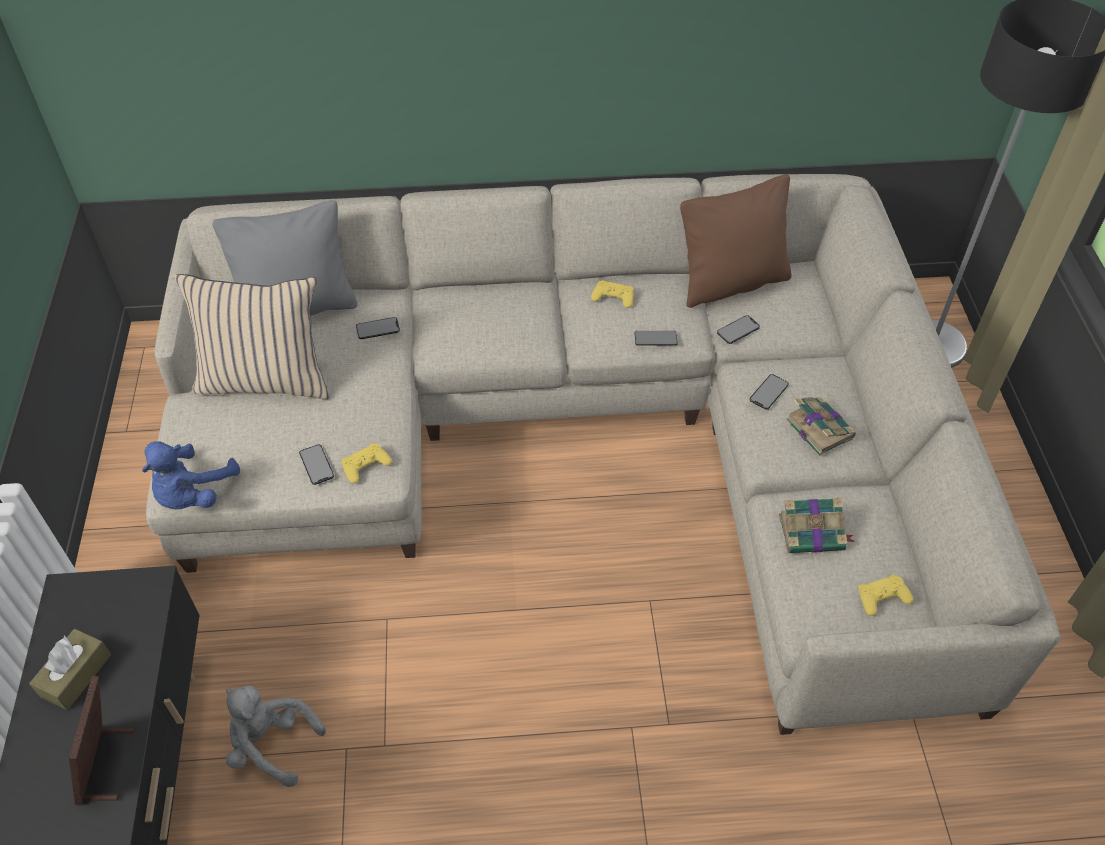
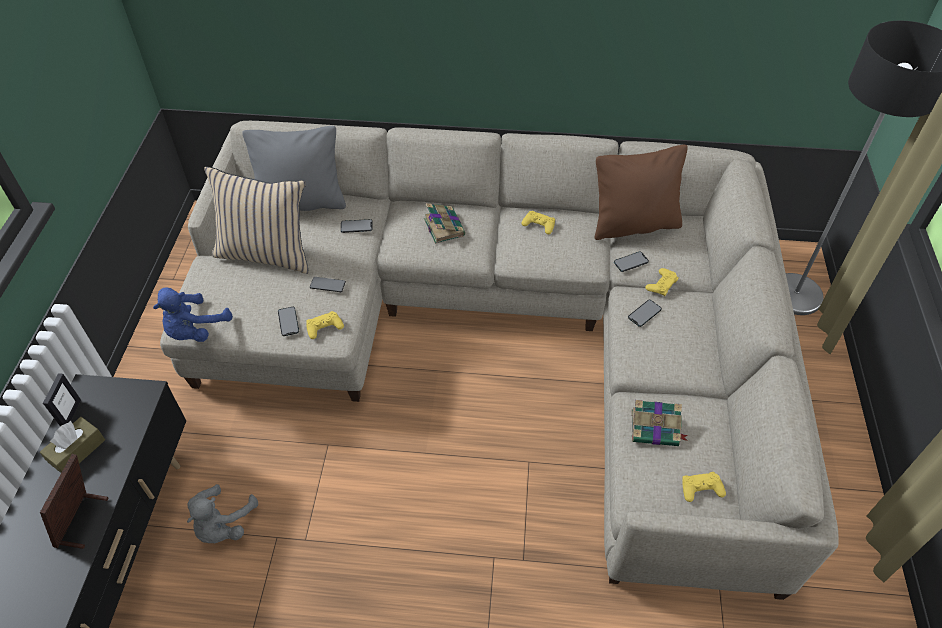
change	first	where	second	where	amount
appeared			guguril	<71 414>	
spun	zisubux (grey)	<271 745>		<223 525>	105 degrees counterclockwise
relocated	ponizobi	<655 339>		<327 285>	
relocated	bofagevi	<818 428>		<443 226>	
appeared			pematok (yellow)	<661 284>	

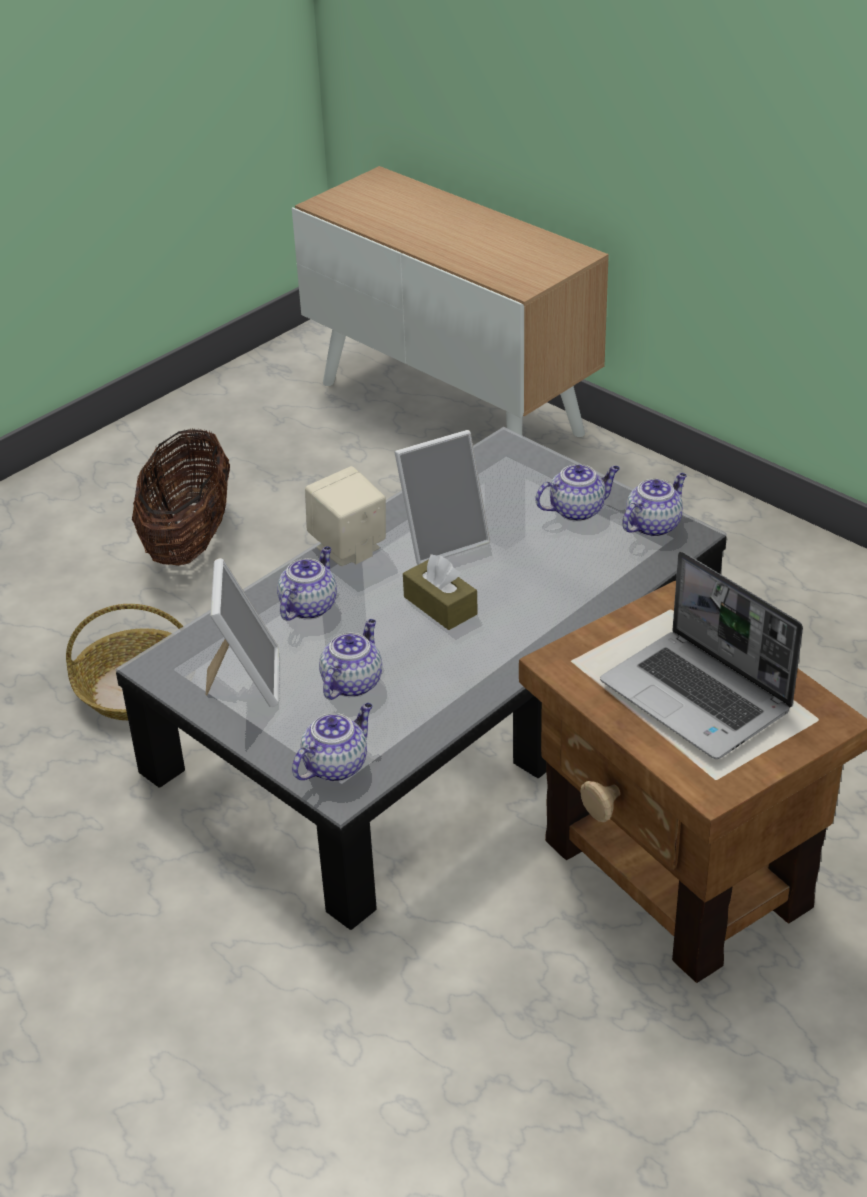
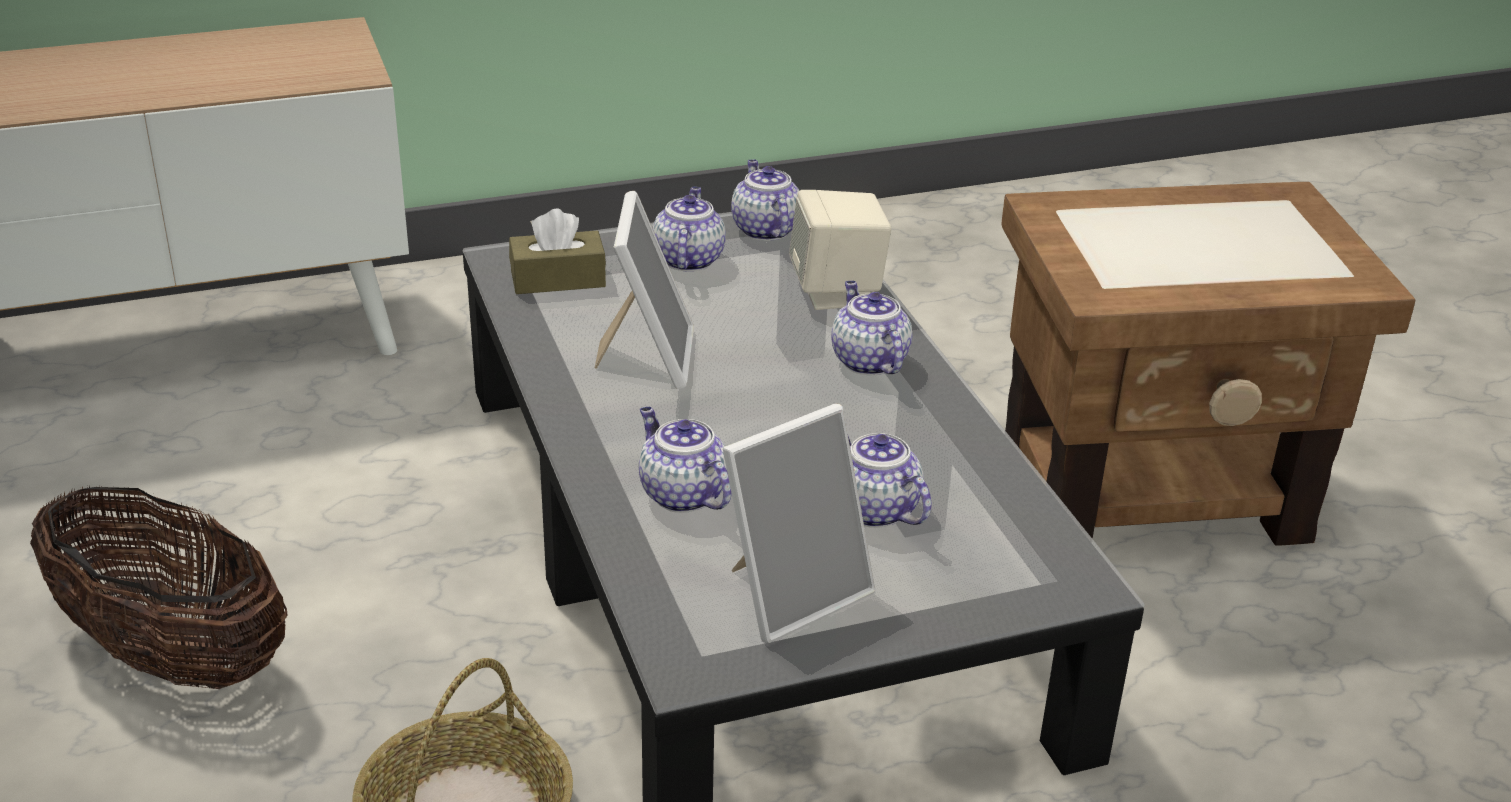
change	first	where	second	where	amount
relocated	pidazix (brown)	<440 605>		<558 279>	
spun	guguril	<245 679>		<792 592>	120 degrees clockwise
relocated	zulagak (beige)	<348 548>		<837 292>	
relocated	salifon	<336 765>		<867 361>	
missing	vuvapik	<698 697>			

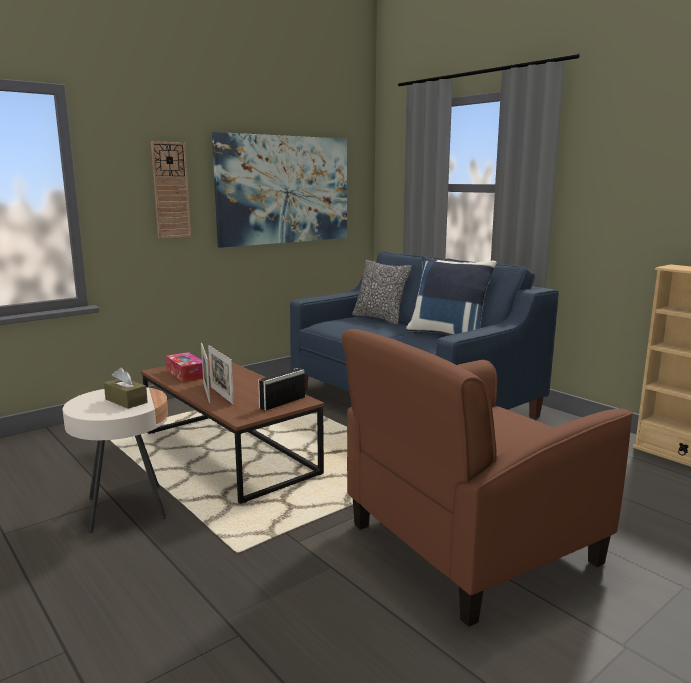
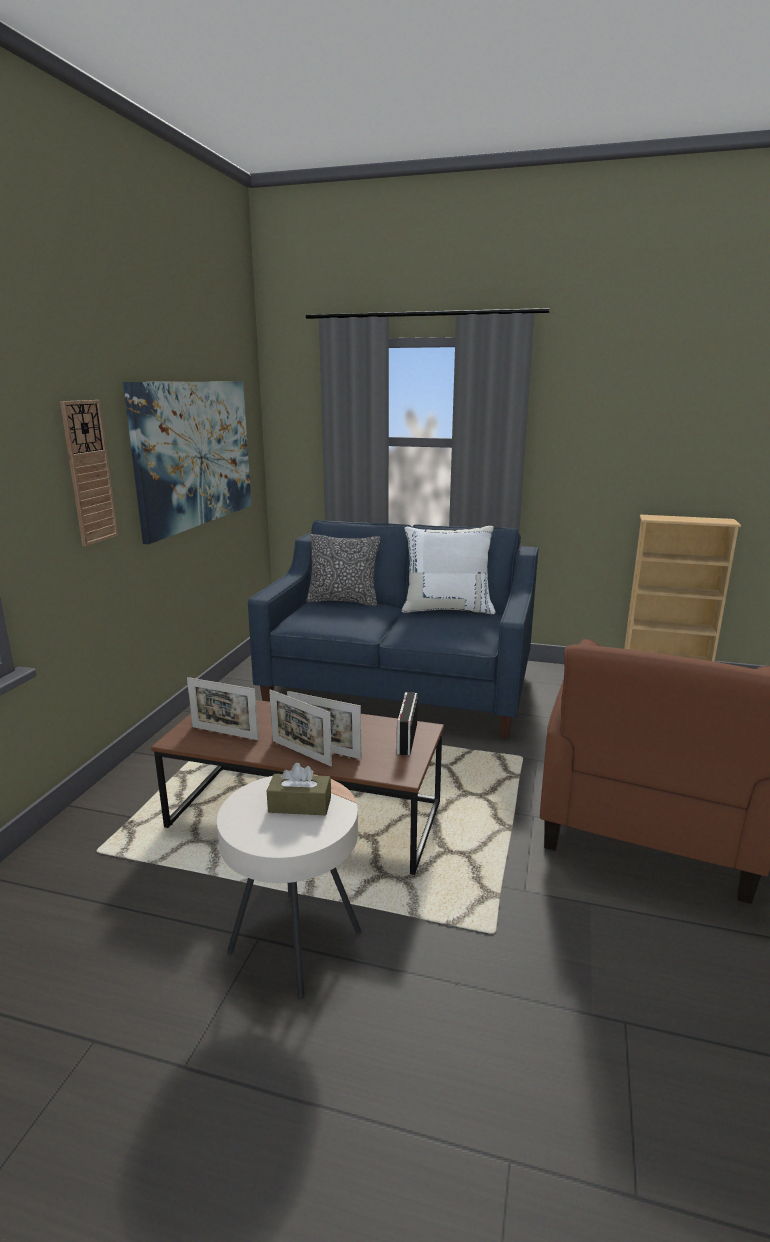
change	first	where	second	where	amount
exchanged	pidazix	<186 374>	guguril	<224 733>	
colour	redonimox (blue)	<449 334>	redonimox (white)	<447 609>	

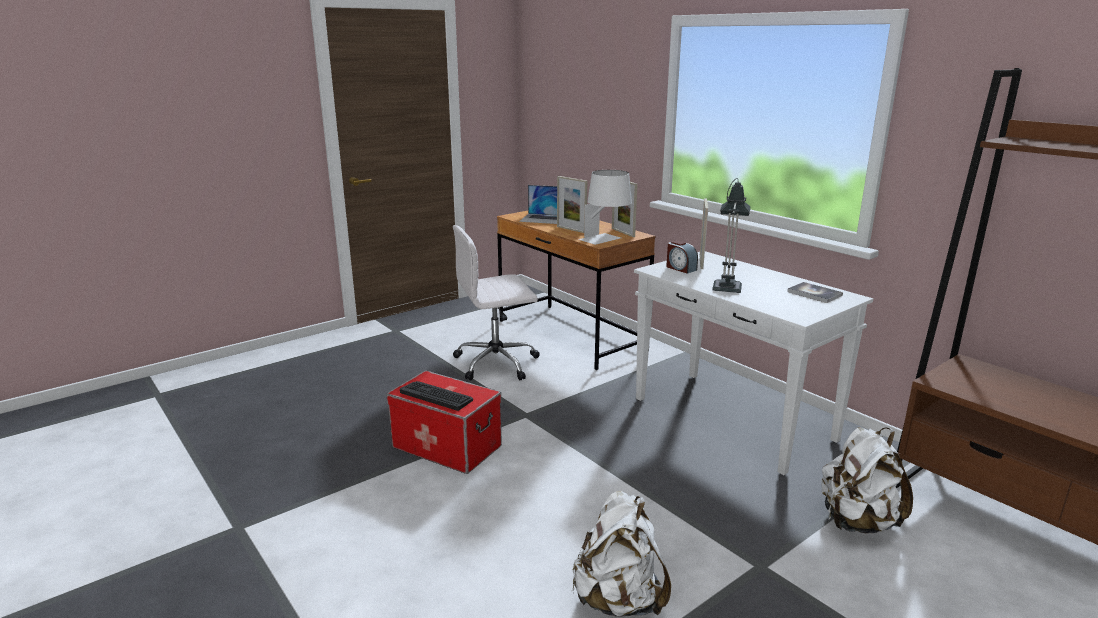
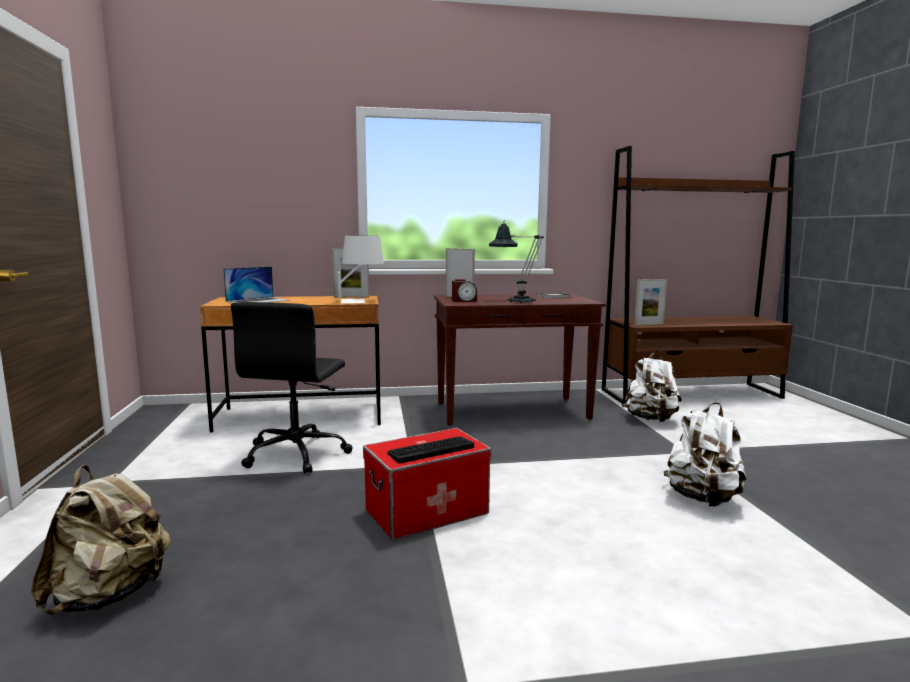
change	first	where	second	where	amount
appeared			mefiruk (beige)	<110 595>	
colour	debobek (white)	<497 363>	debobek (black)	<297 453>	
colour	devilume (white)	<734 420>	devilume (brown)	<513 411>	
relocated	guguril	<571 229>		<649 325>	

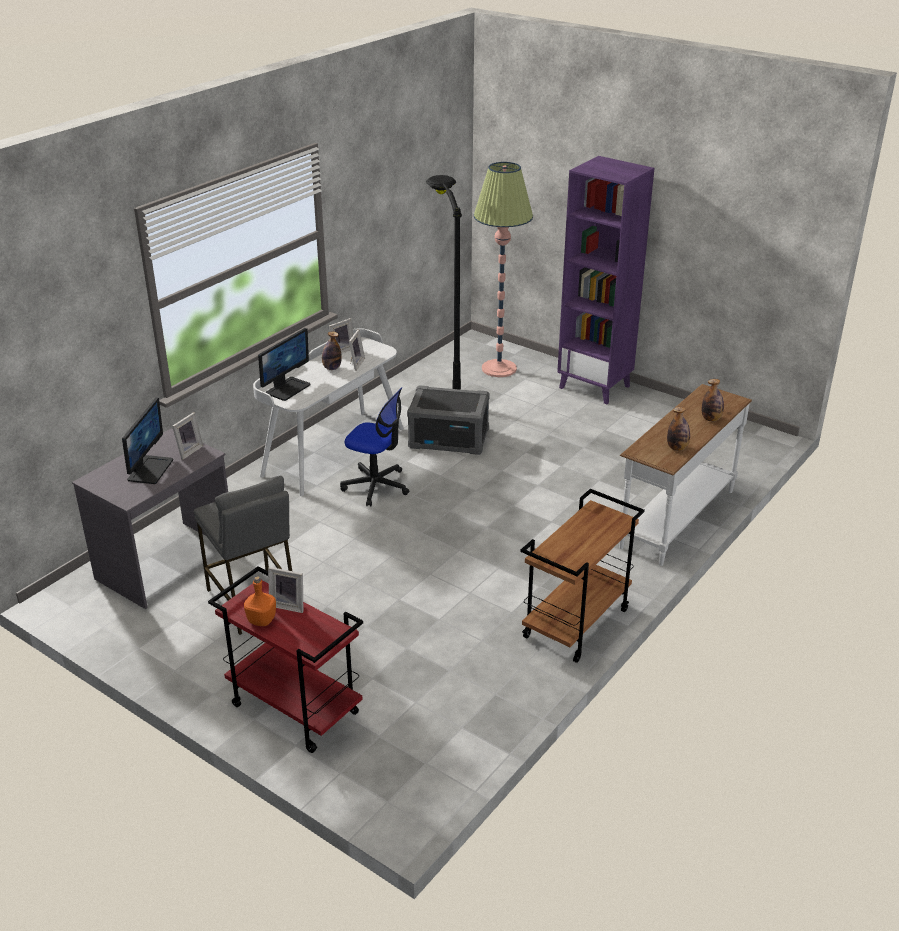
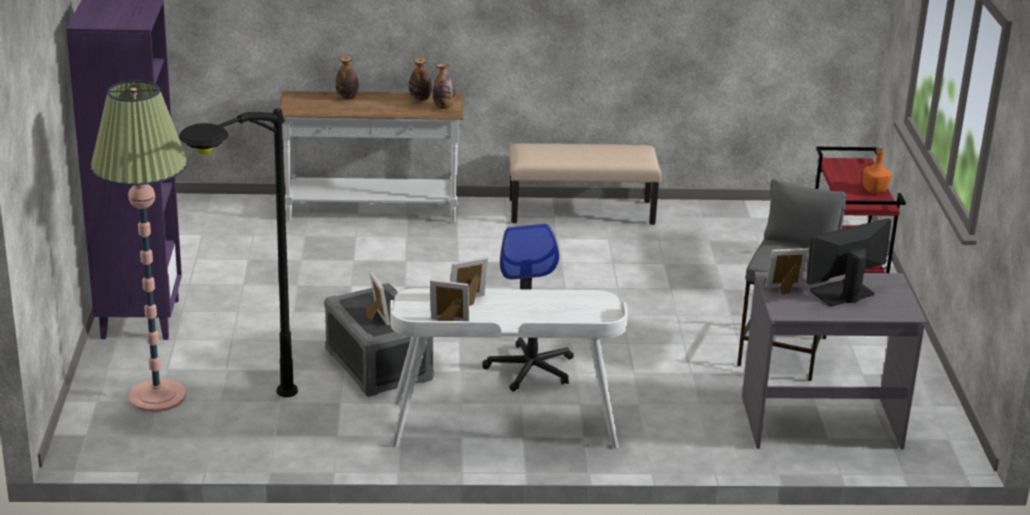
change	first	where	second	where	amount
relocated	guguril	<289 605>		<376 318>	
relocated	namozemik	<332 368>		<444 107>	
exchanged	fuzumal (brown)	<576 624>	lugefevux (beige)	<582 211>	
missing	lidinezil	<287 388>			

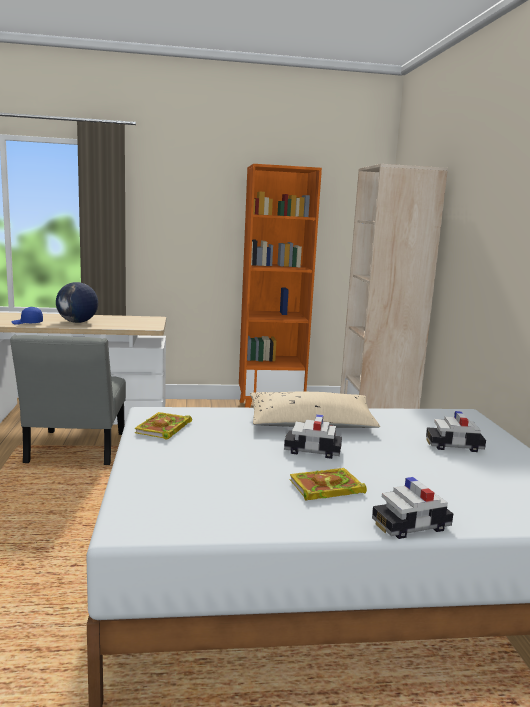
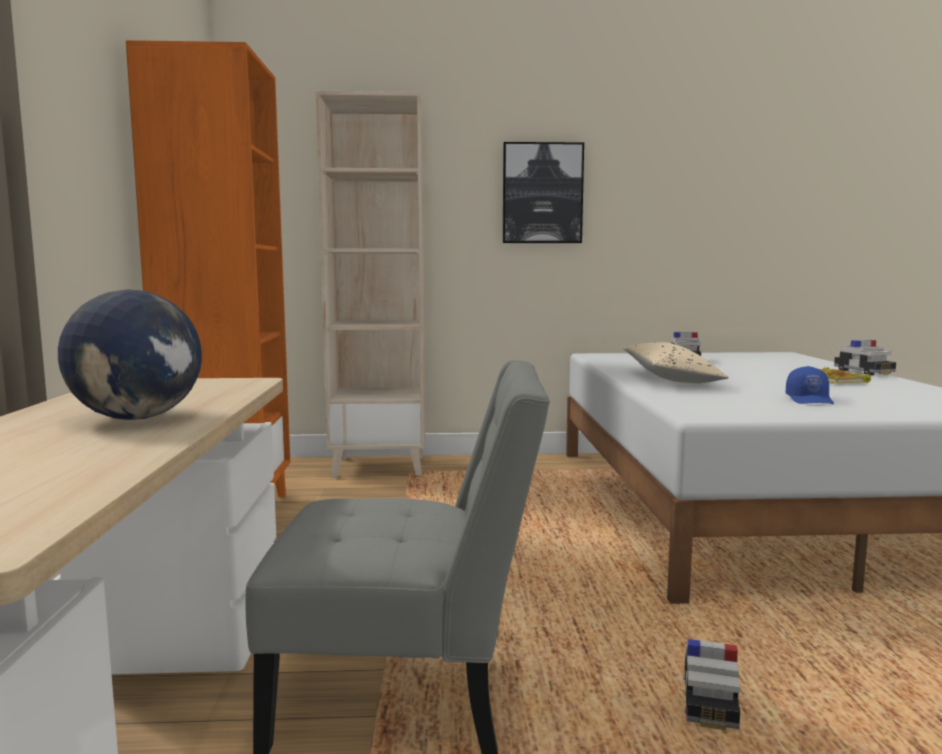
change	first	where	second	where	amount
appeared			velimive	<542 193>	
relocated	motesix	<312 450>		<709 702>	
relocated	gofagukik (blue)	<27 323>		<810 400>	
missing	bofagevi	<163 429>			

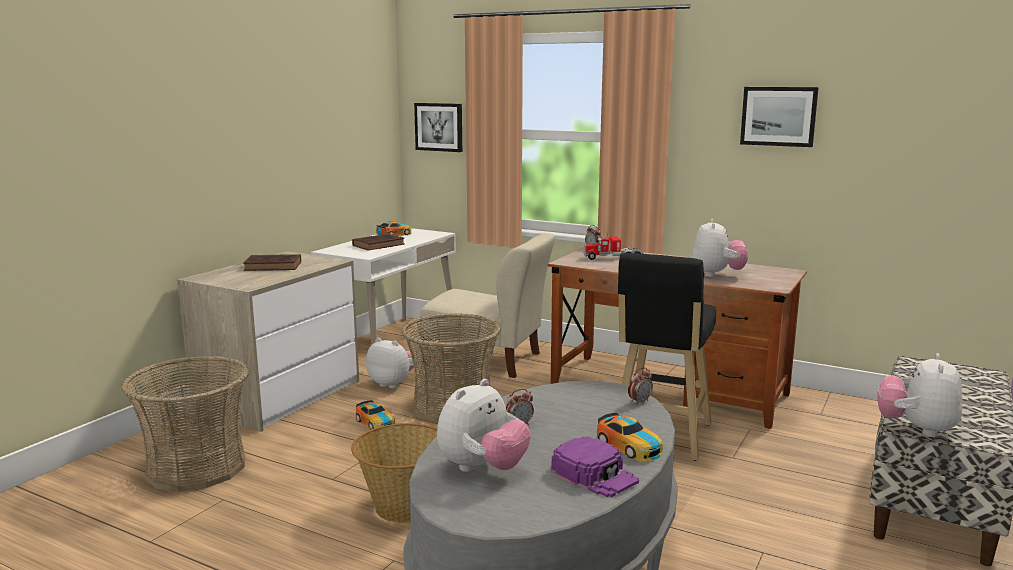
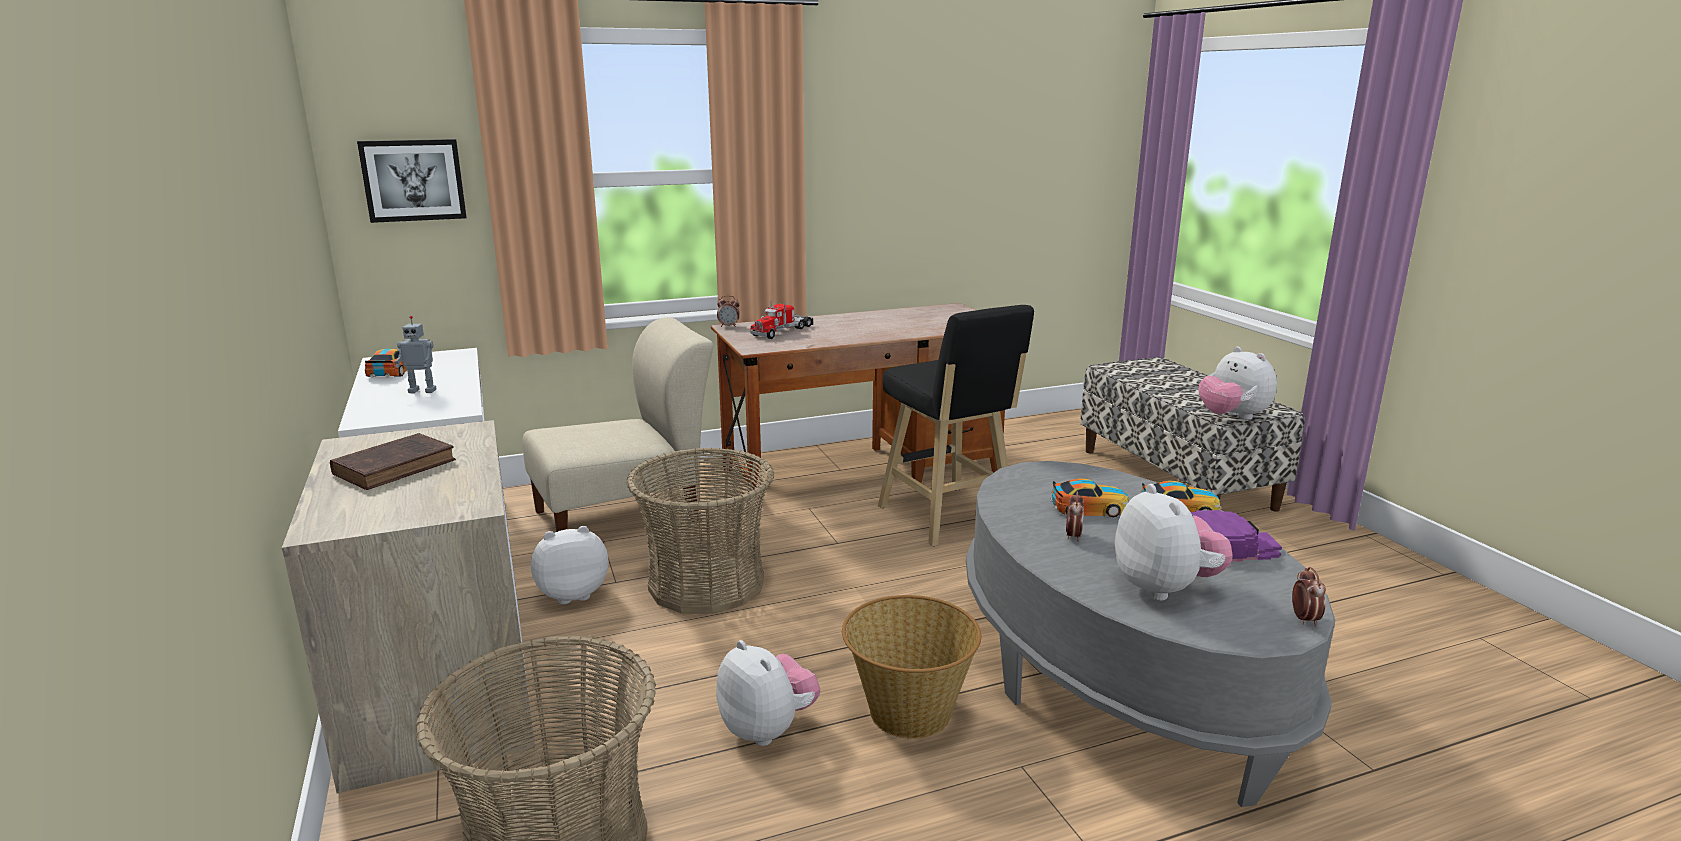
change	first	where	second	where	amount
exchanged	bofagevi (brown)	<379 245>	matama	<423 390>	
relocated	zisubux	<717 275>		<768 729>	
relocated	motesix	<376 423>		<1089 508>	
relocated	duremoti	<639 401>		<1304 619>	
missing	velimive	<778 116>			

